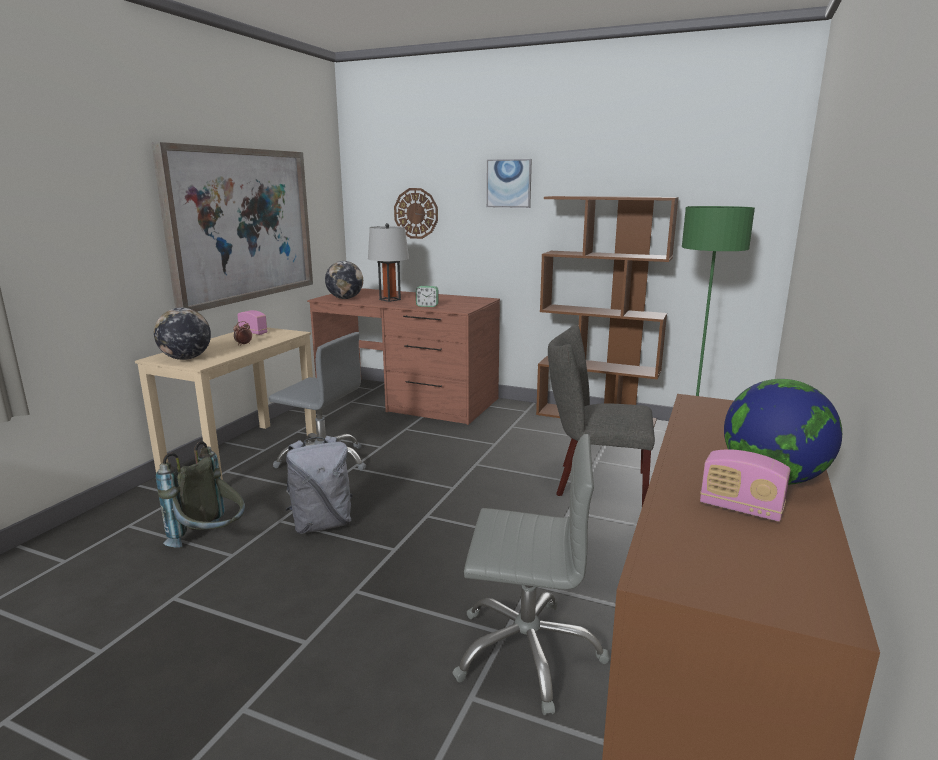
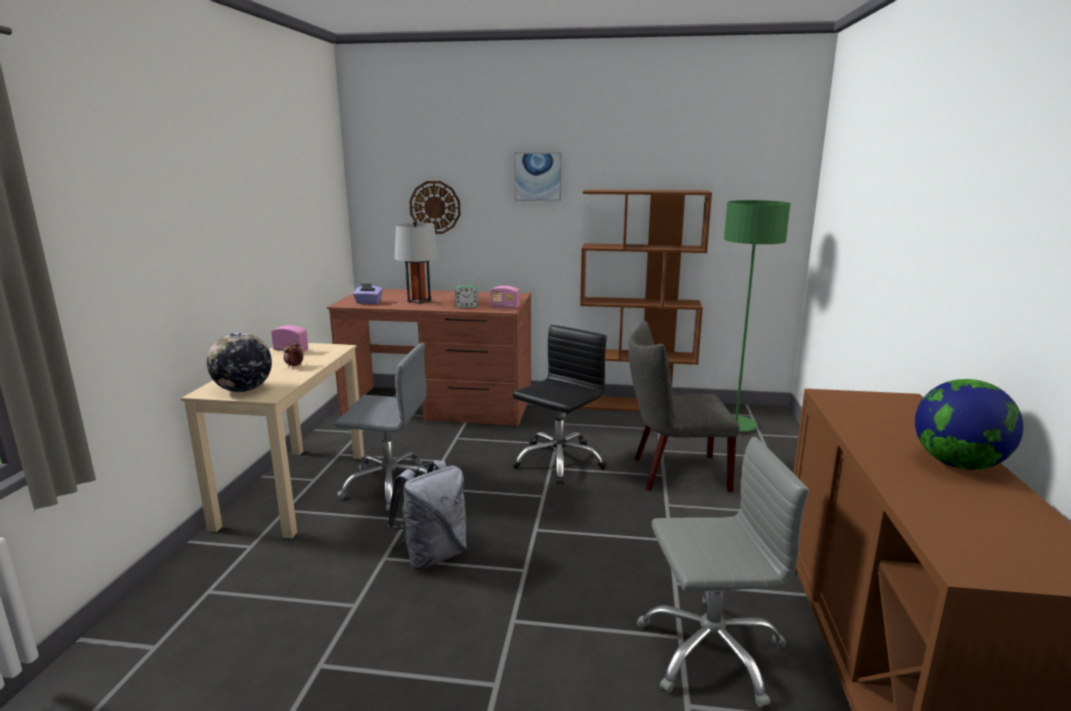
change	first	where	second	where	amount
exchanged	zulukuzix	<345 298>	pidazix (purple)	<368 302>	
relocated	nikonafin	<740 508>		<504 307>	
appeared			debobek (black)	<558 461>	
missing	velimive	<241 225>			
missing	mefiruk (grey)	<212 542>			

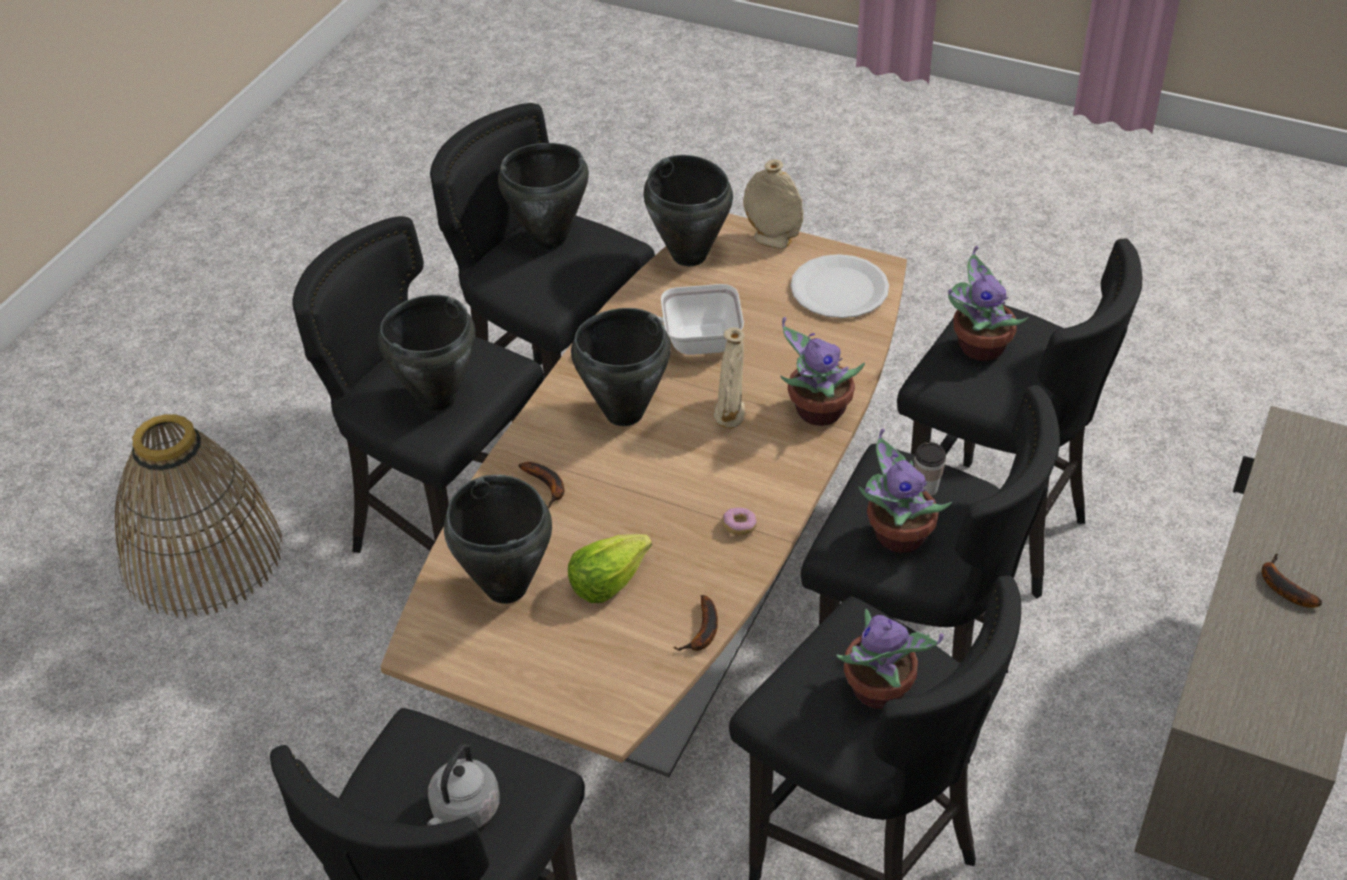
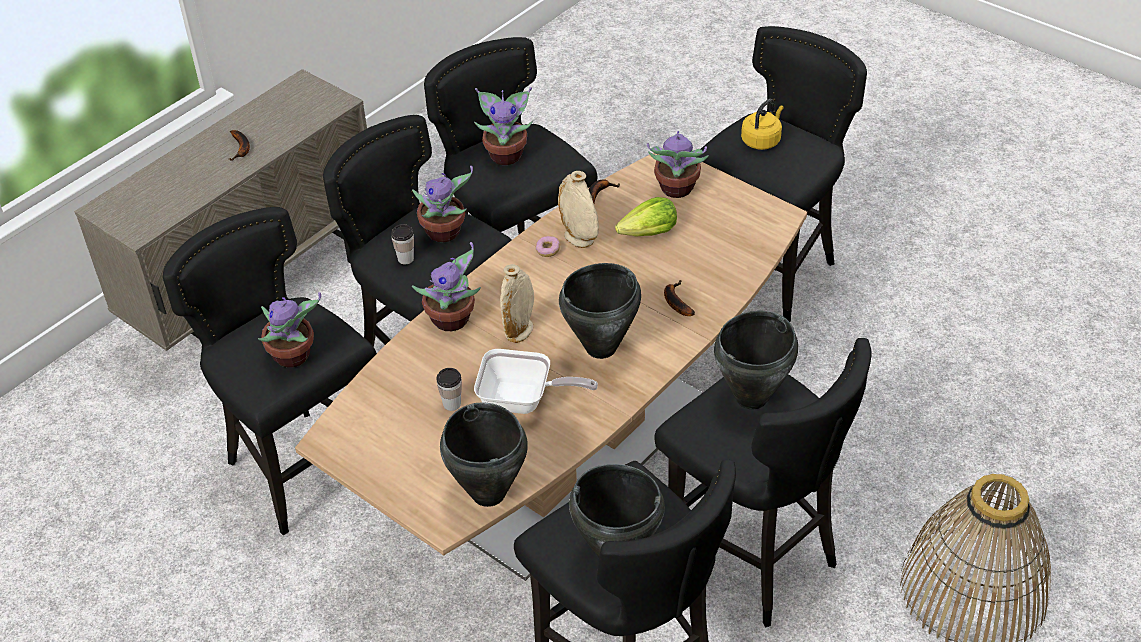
change	first	where	second	where	amount
appeared			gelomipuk	<452 404>	
relocated	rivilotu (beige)	<772 239>		<579 239>	
appeared			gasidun	<676 189>	
colour	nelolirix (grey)	<464 812>	nelolirix (yellow)	<762 140>	
missing	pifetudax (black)	<506 588>			
missing	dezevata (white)	<839 289>			

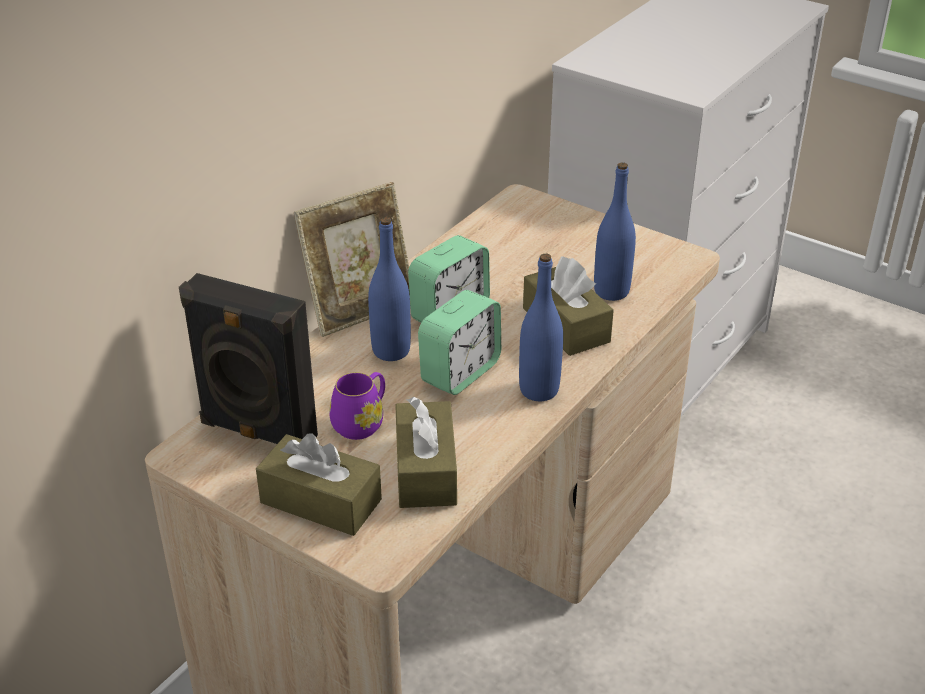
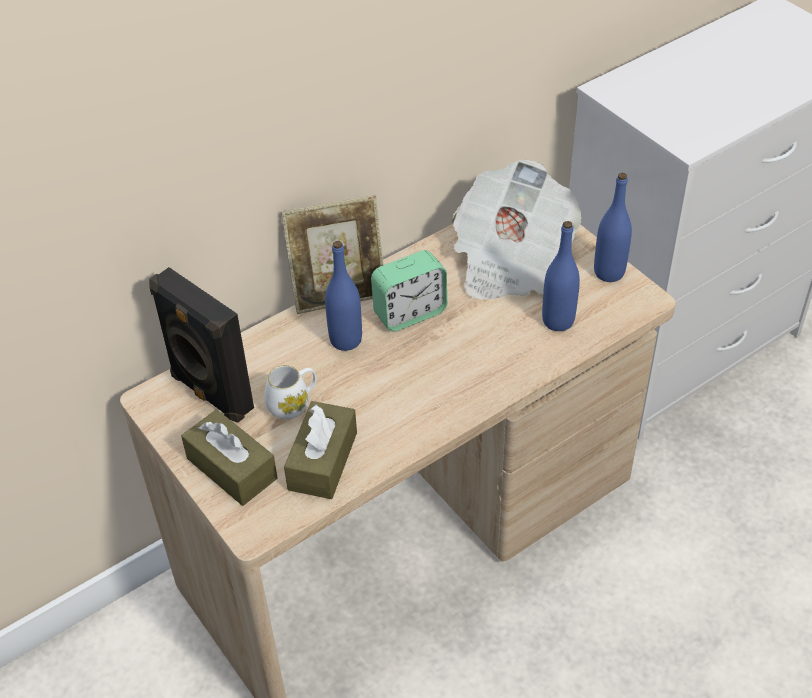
change	first	where	second	where	amount
colour	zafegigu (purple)	<362 422>	zafegigu (white)	<293 404>	
appeared			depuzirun	<510 259>	
relocated	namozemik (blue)	<539 390>		<609 272>	
missing	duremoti	<460 372>			
missing	pidazix (brown)	<566 325>			

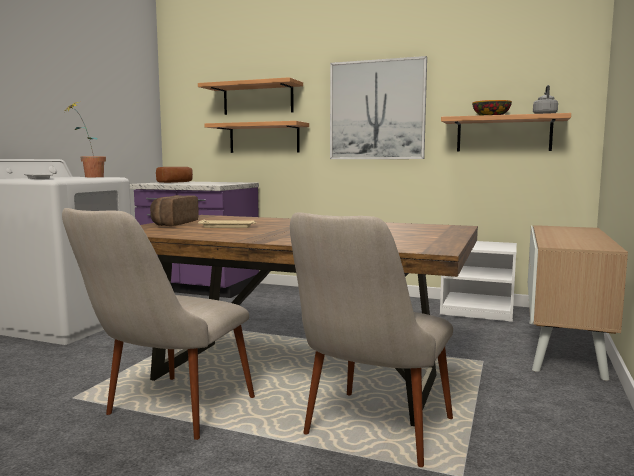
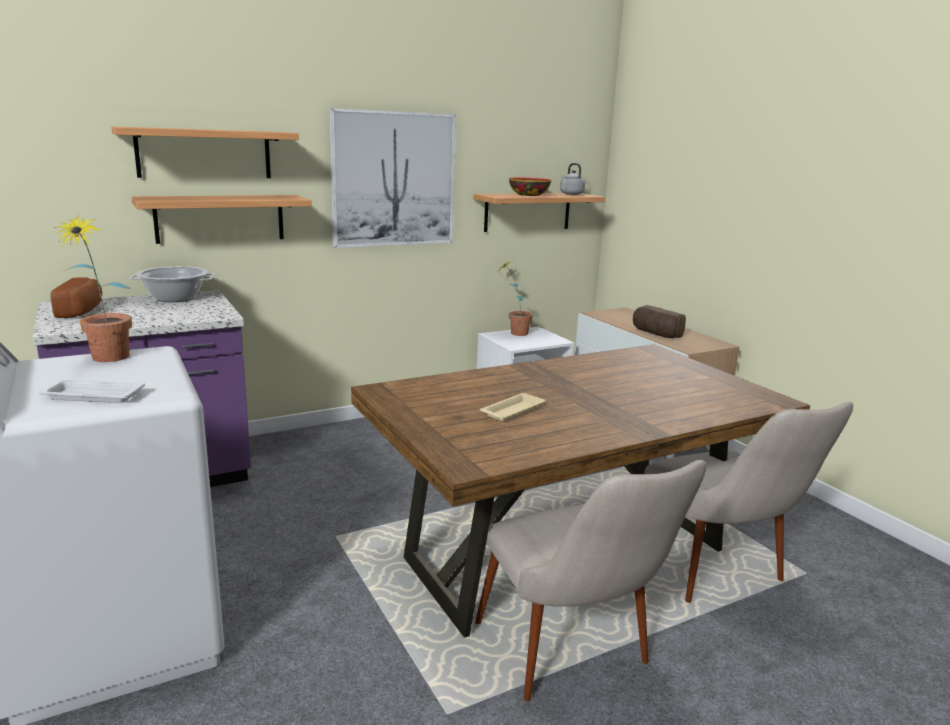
change	first	where	second	where	amount
appeared			pifetudax	<174 298>	
appeared			gasidun	<513 333>	
relocated	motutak	<173 223>		<655 333>	

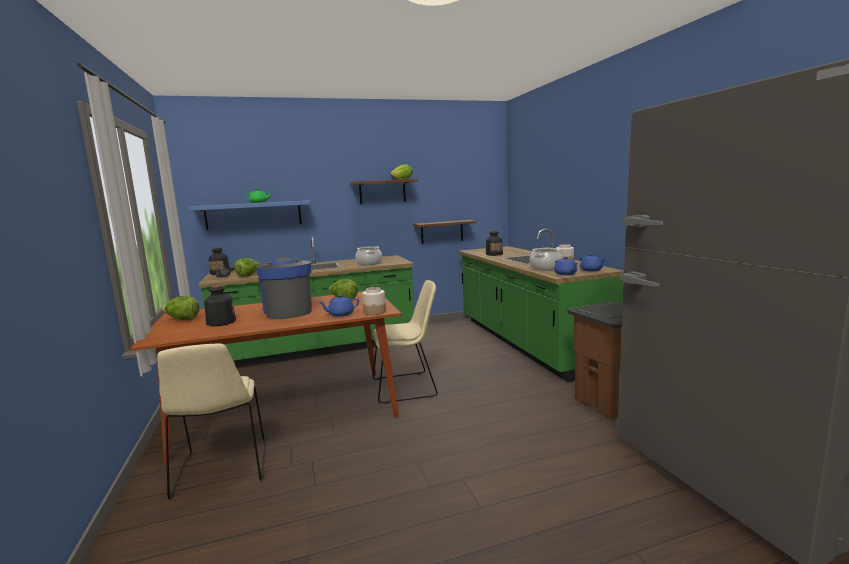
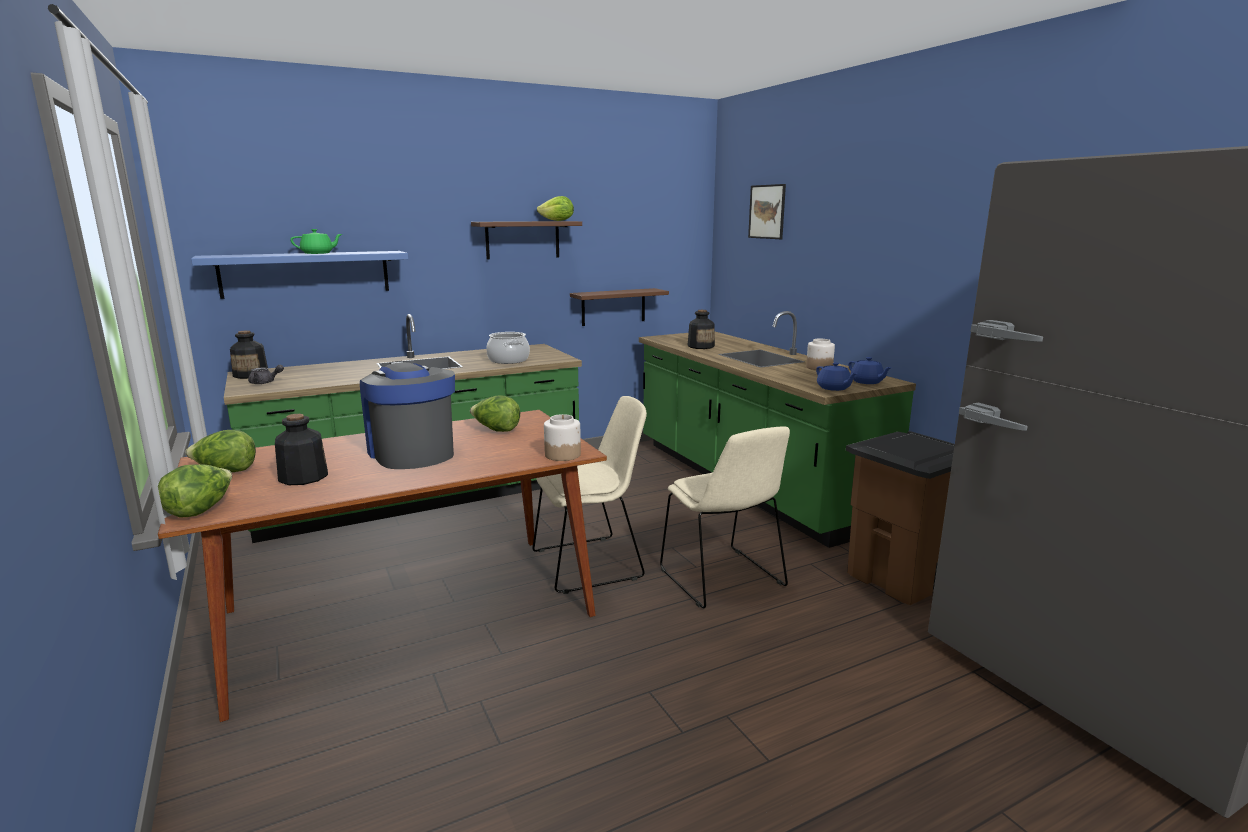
change	first	where	second	where	amount
relocated	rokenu	<248 275>		<200 510>	
relocated	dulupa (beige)	<222 471>		<723 580>	
appeared			velimive	<767 211>	
missing	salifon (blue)	<340 314>			
missing	pifetudax	<545 268>			

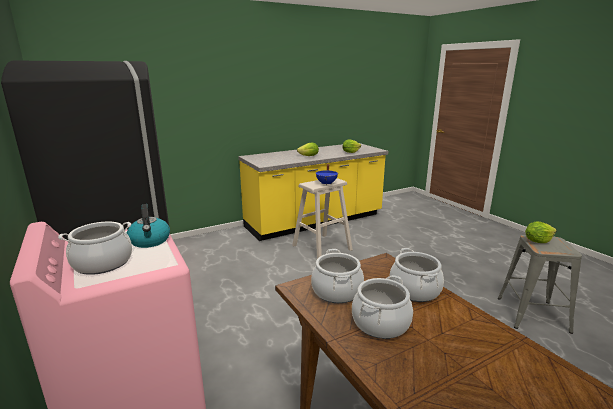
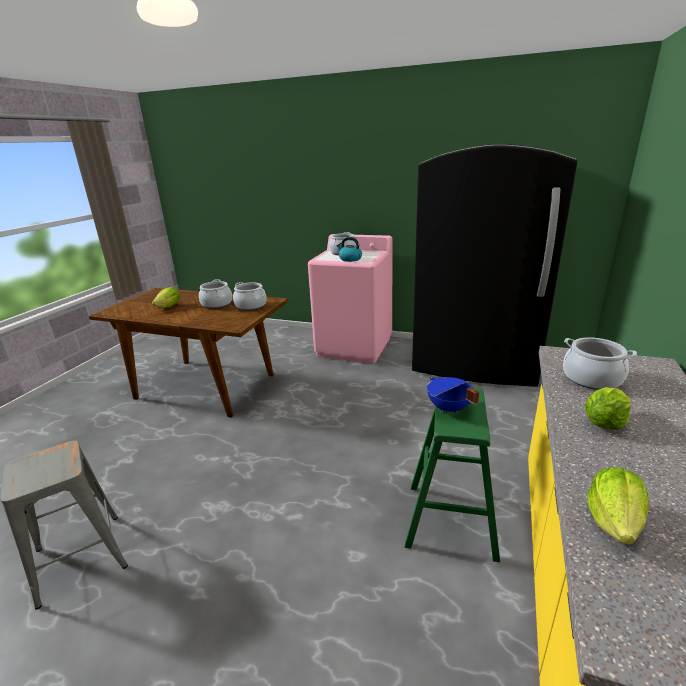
change	first	where	second	where	amount
relocated	rokenu	<537 241>		<169 306>	
colour	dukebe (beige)	<322 247>	dukebe (green)	<451 520>	
relocated	pifetudax	<414 290>		<591 379>	

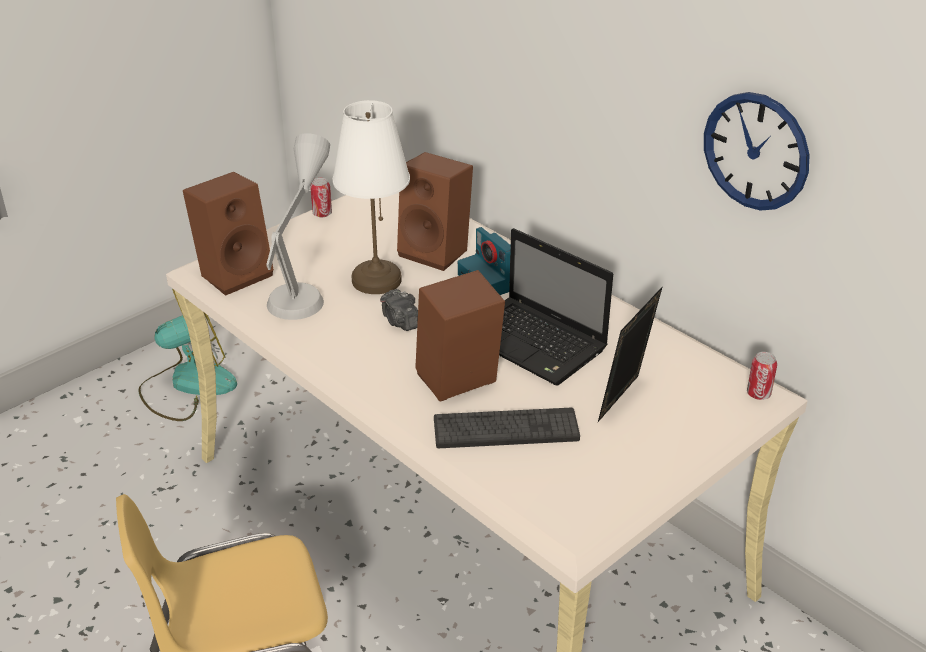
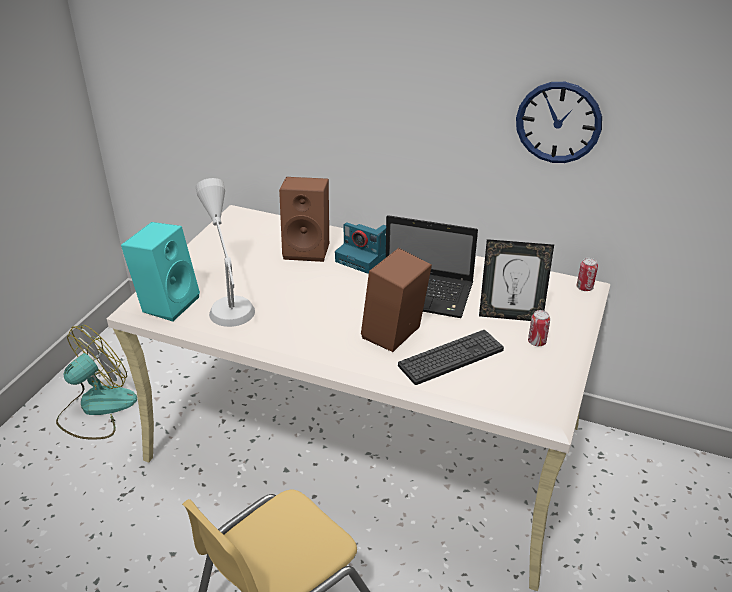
change	first	where	second	where	amount
colour	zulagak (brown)	<235 273>	zulagak (turquoise)	<167 303>	
spun	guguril	<624 401>		<510 316>	90 degrees counterclockwise
relocated	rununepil	<322 214>		<536 342>	
missing	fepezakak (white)	<375 280>			
missing	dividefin	<400 321>			

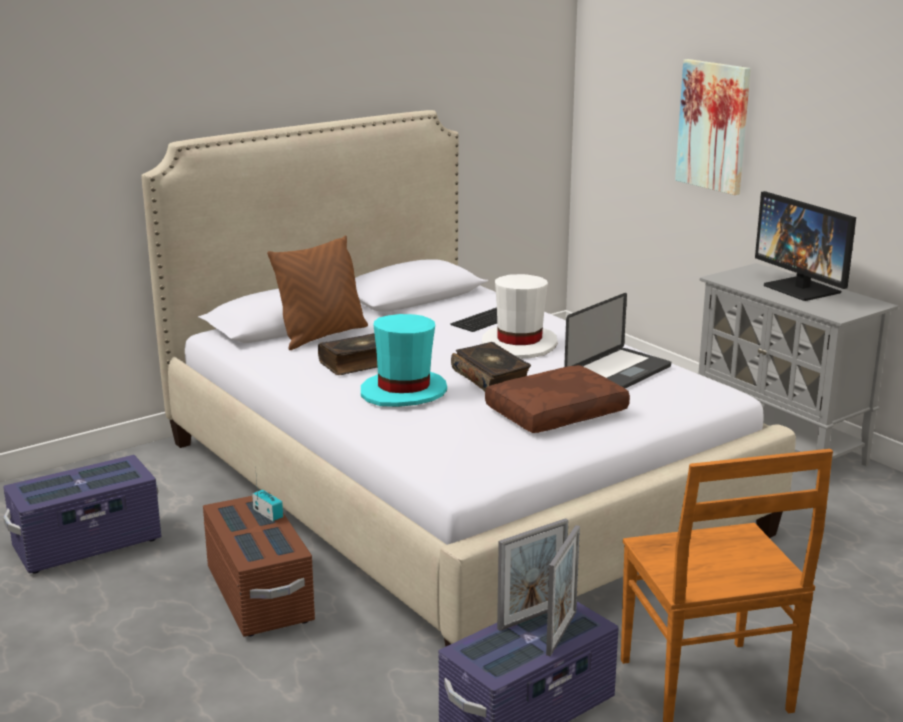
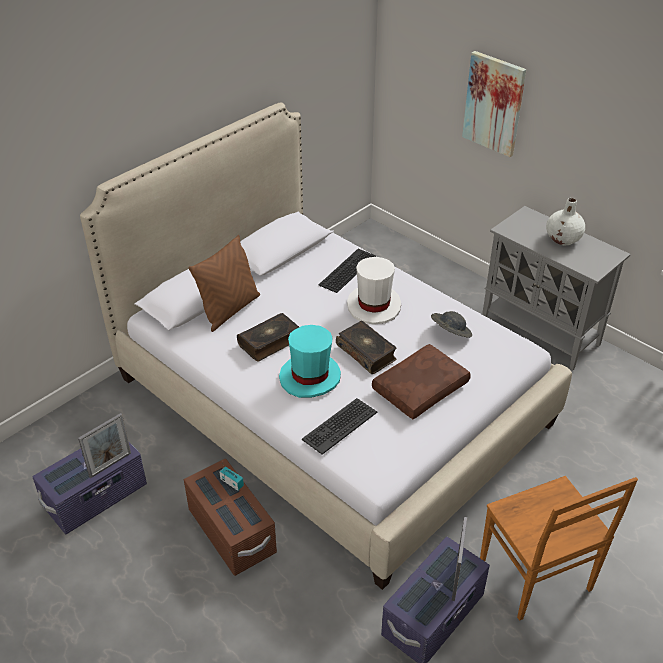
change	first	where	second	where	amount
relocated	guguril	<531 617>		<110 465>	
appeared			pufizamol	<339 426>	
exchanged	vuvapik	<618 372>	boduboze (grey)	<450 333>	
exchanged	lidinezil	<802 289>	rivilotu (white)	<563 239>	

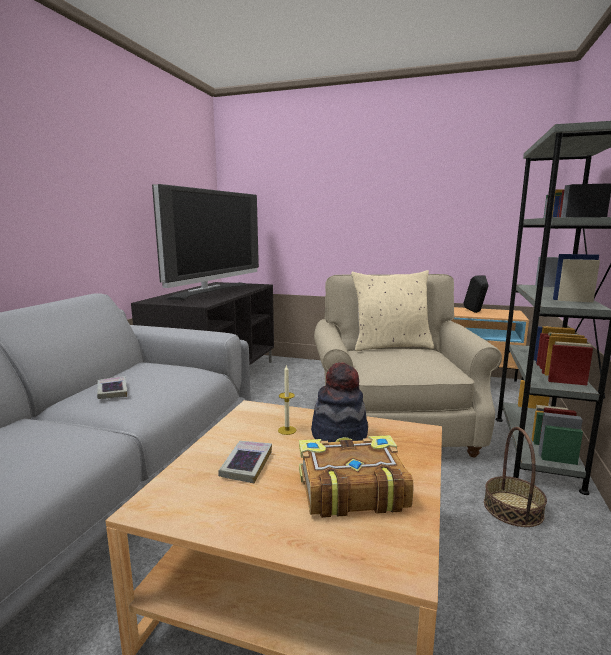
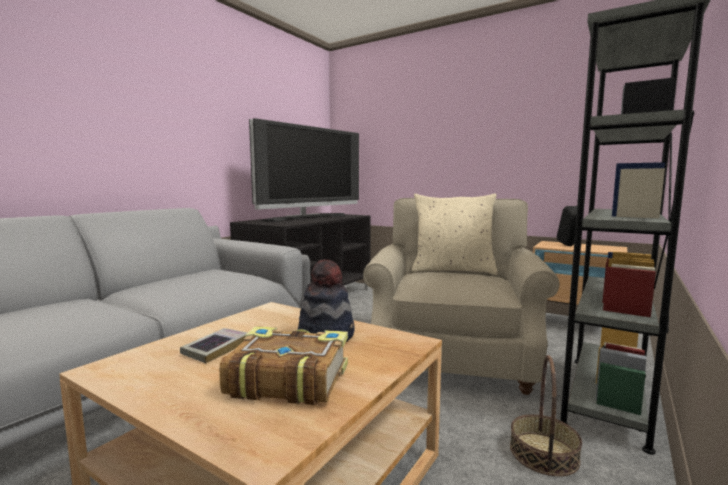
change	first	where	second	where	amount
missing	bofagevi	<112 391>			
missing	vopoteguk	<287 430>			

